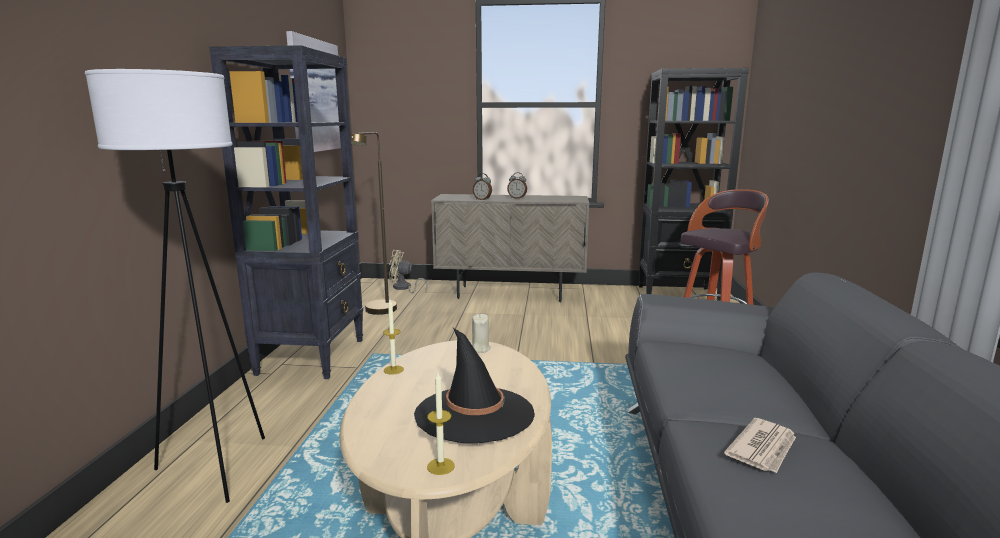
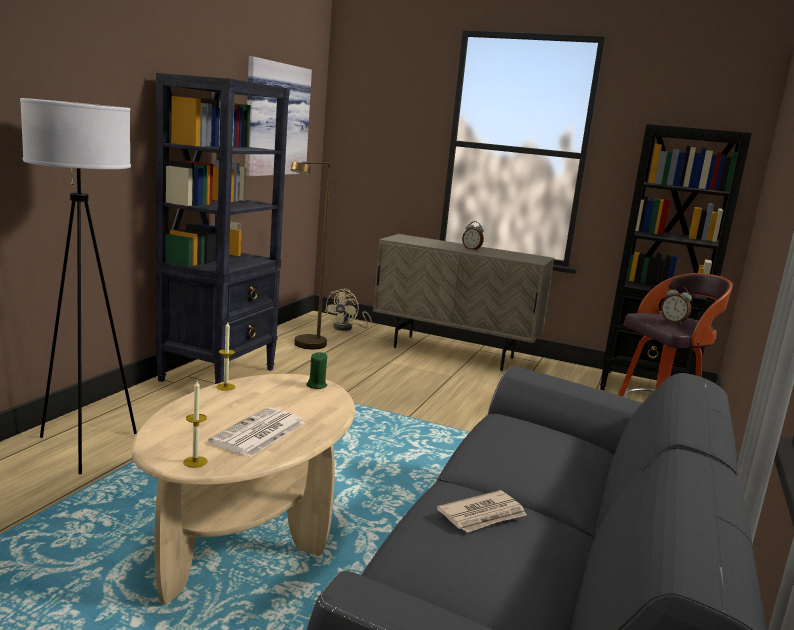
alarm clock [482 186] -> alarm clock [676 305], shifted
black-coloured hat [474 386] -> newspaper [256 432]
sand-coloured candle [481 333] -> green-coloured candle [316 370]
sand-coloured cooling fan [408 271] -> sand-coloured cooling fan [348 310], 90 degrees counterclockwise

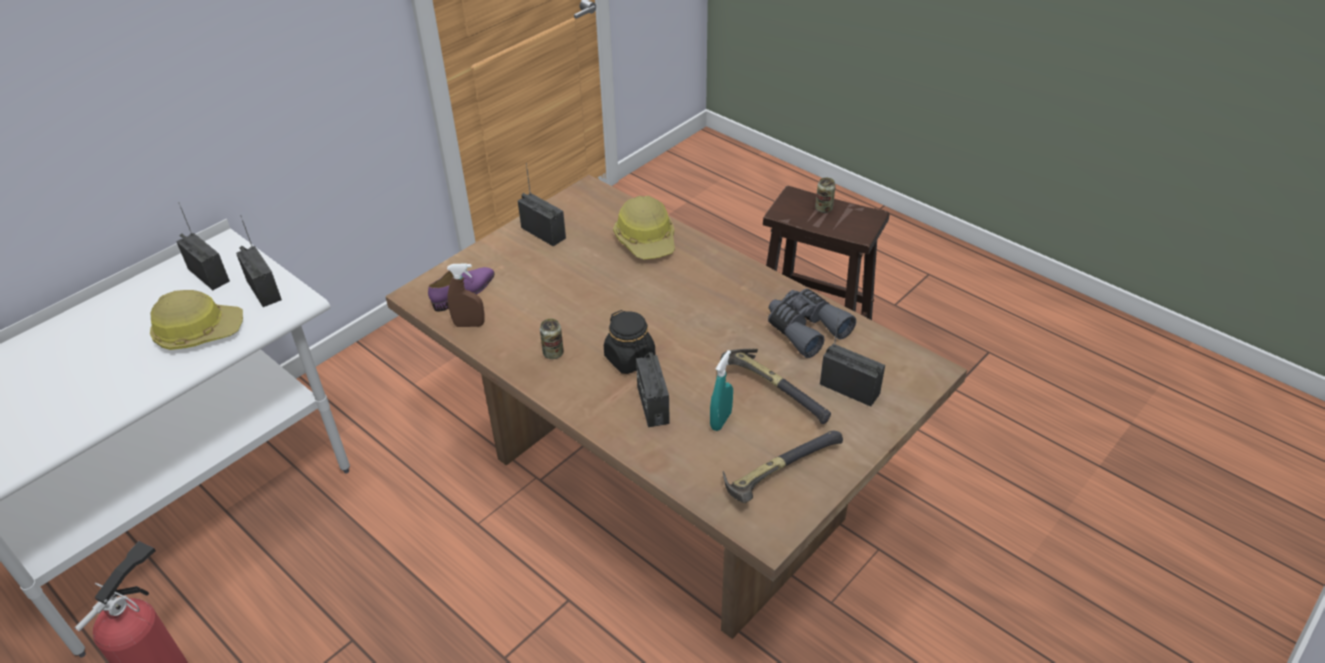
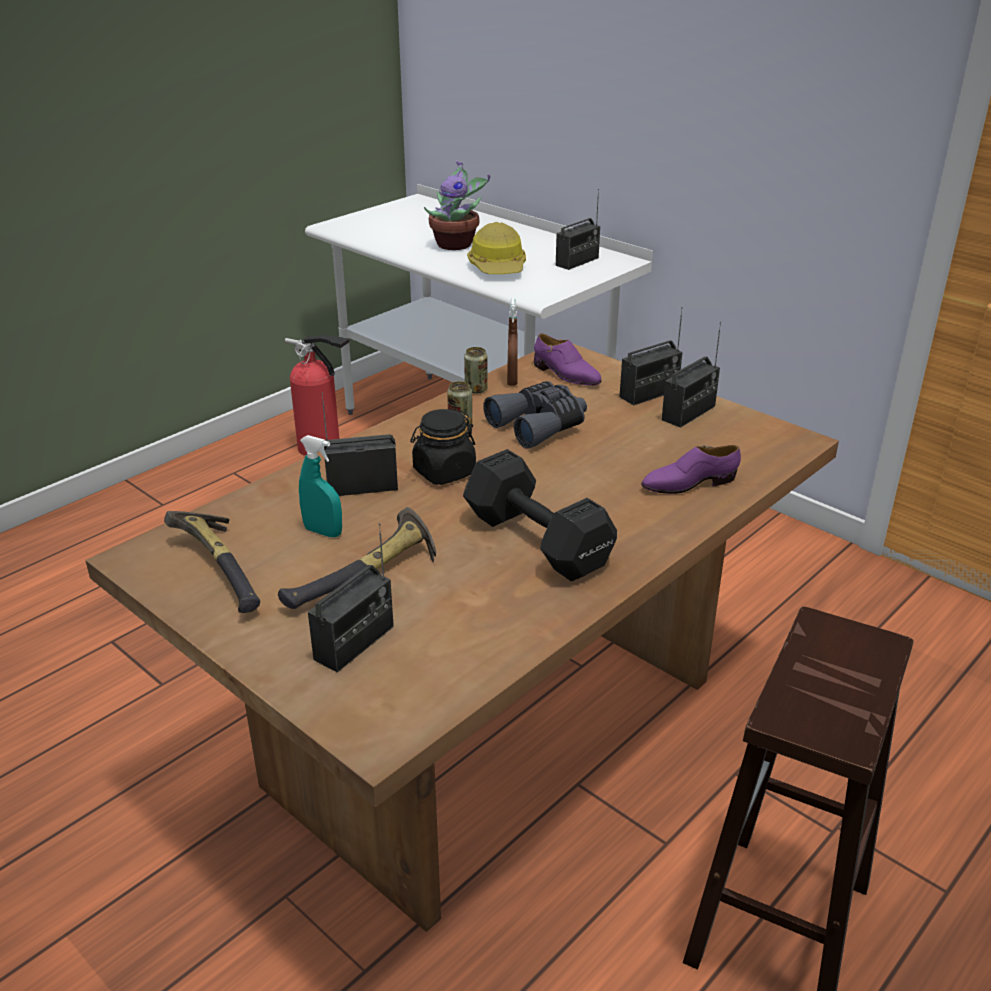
none -> plant in a pot [457 205]
none -> black-coloured dumbbell [540 515]
radio [259 261] -> radio [651 356], shifted
greyish binoculars [812 323] -> greyish binoculars [535 415], shifted
can [825 195] -> can [476 370], shifted
safety helmet [644 228] -> purple low shoe [691 469]

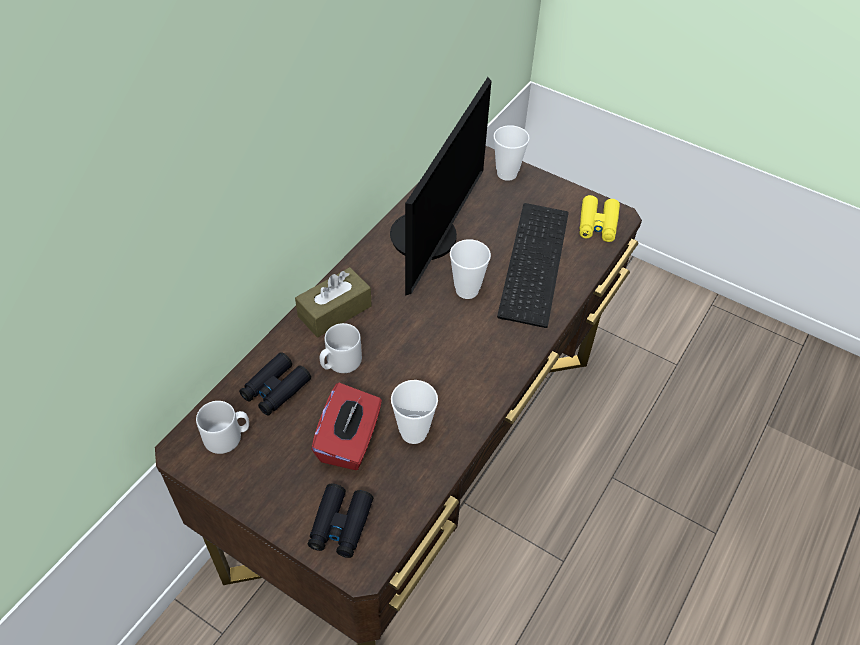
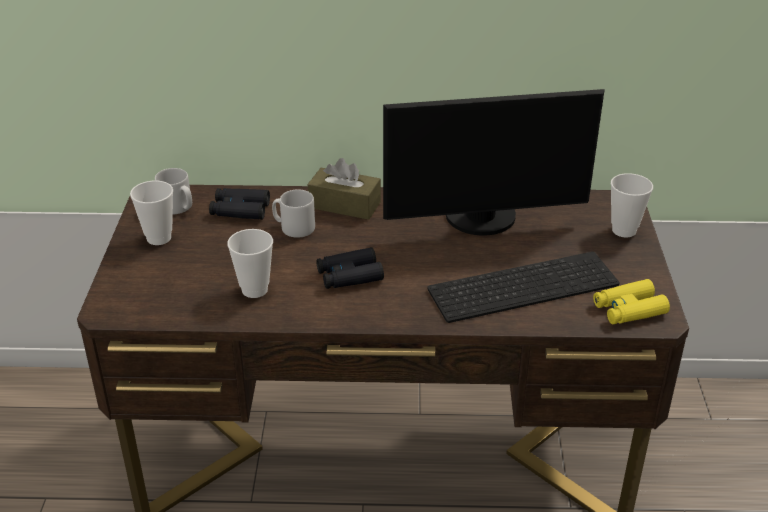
red box of tissues [346 426] -> none
black-coloured binoculars [340 521] -> black-coloured binoculars [350 268], shifted
drinking cup [470 269] -> drinking cup [151 213], shifted

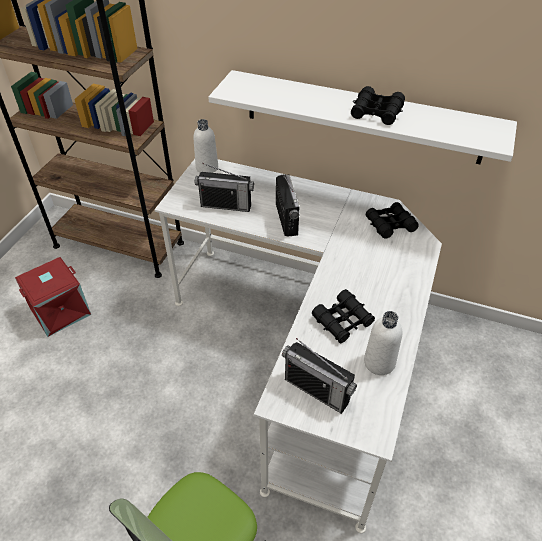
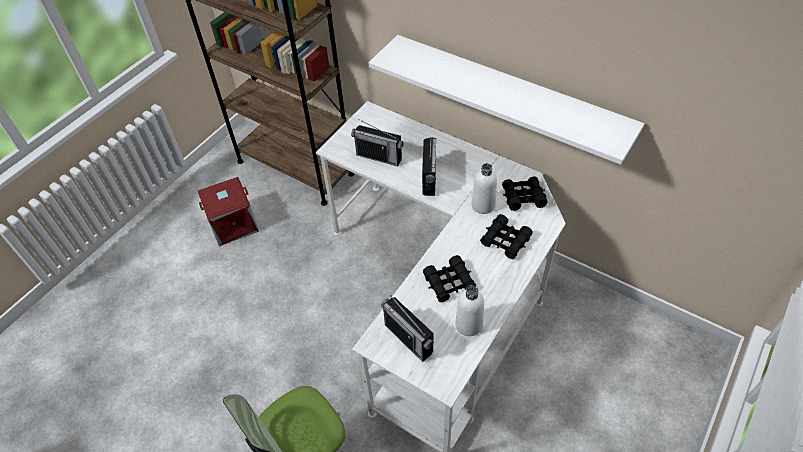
whitish drink bottle [206 146] -> whitish drink bottle [484 188], shifted
black-coloured binoculars [378 105] -> black-coloured binoculars [506 236], shifted

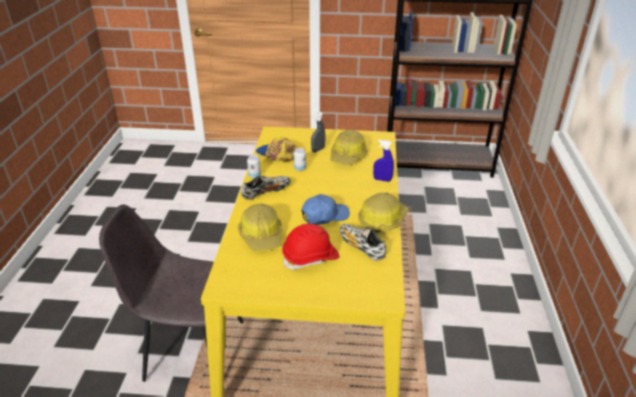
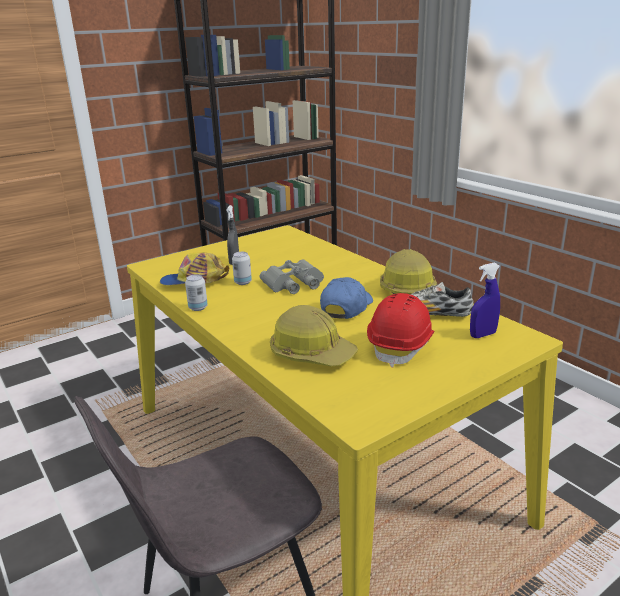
low shoe [266 187] -> none
safety helmet [349 147] -> none
none -> greyish binoculars [292 276]
blue-coloured spray bottle [383 161] -> blue-coloured spray bottle [485 300], shifted

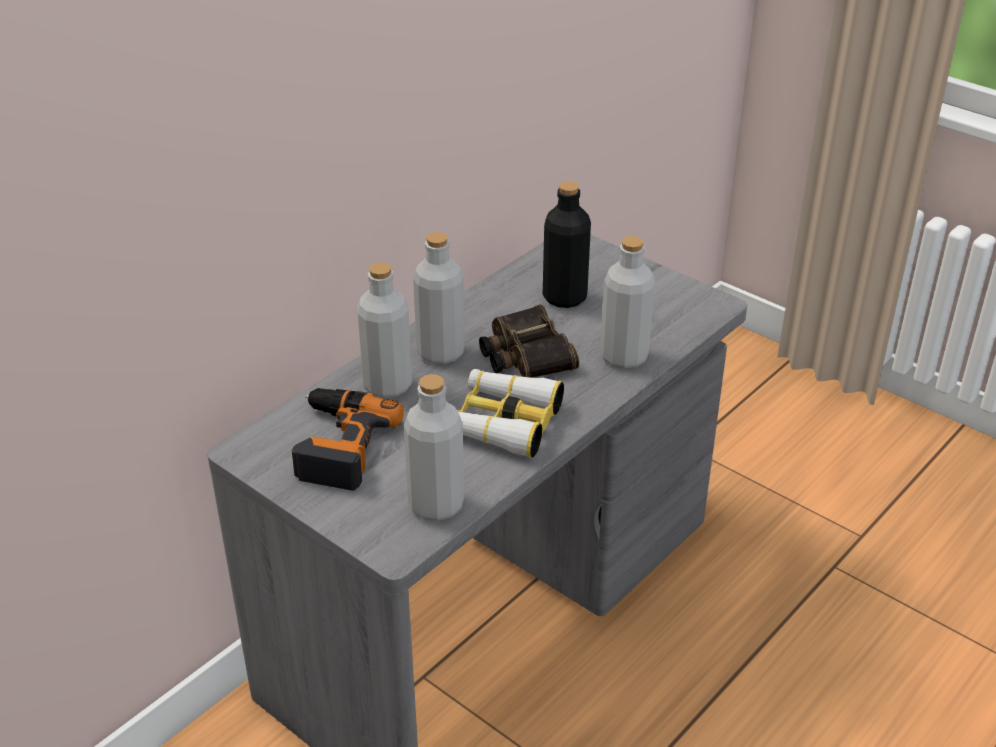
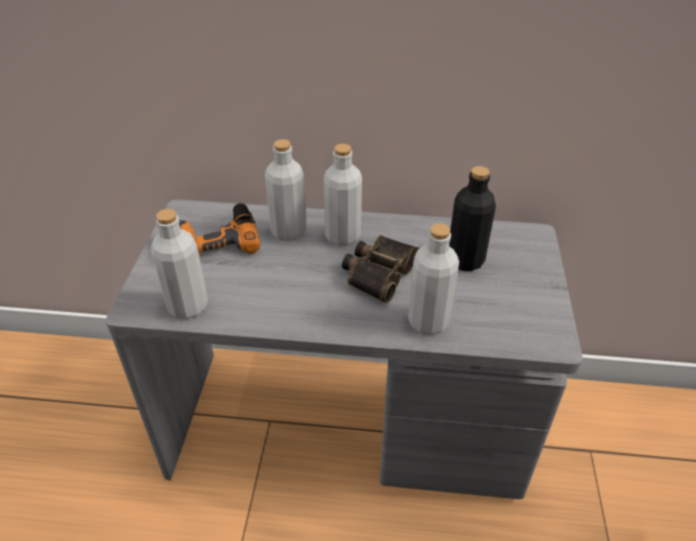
binoculars [510 413] -> none

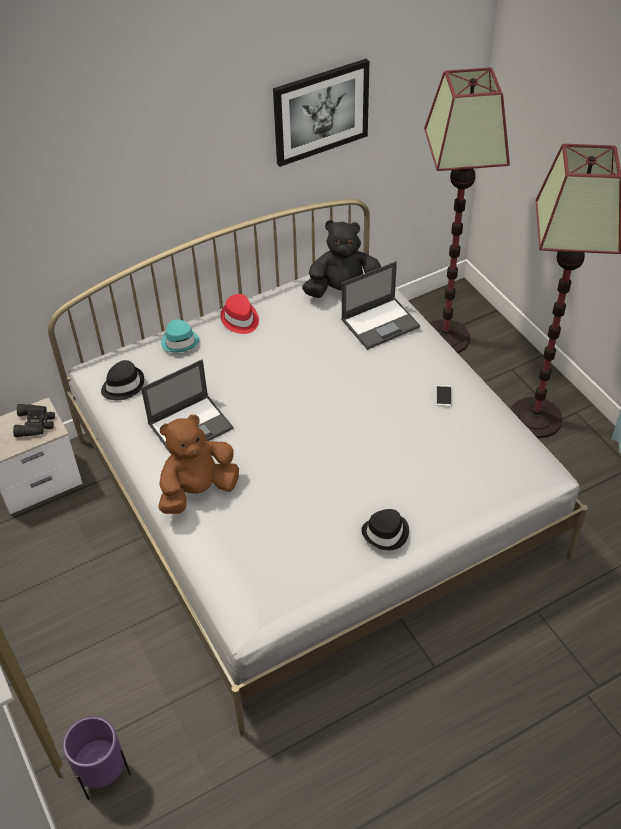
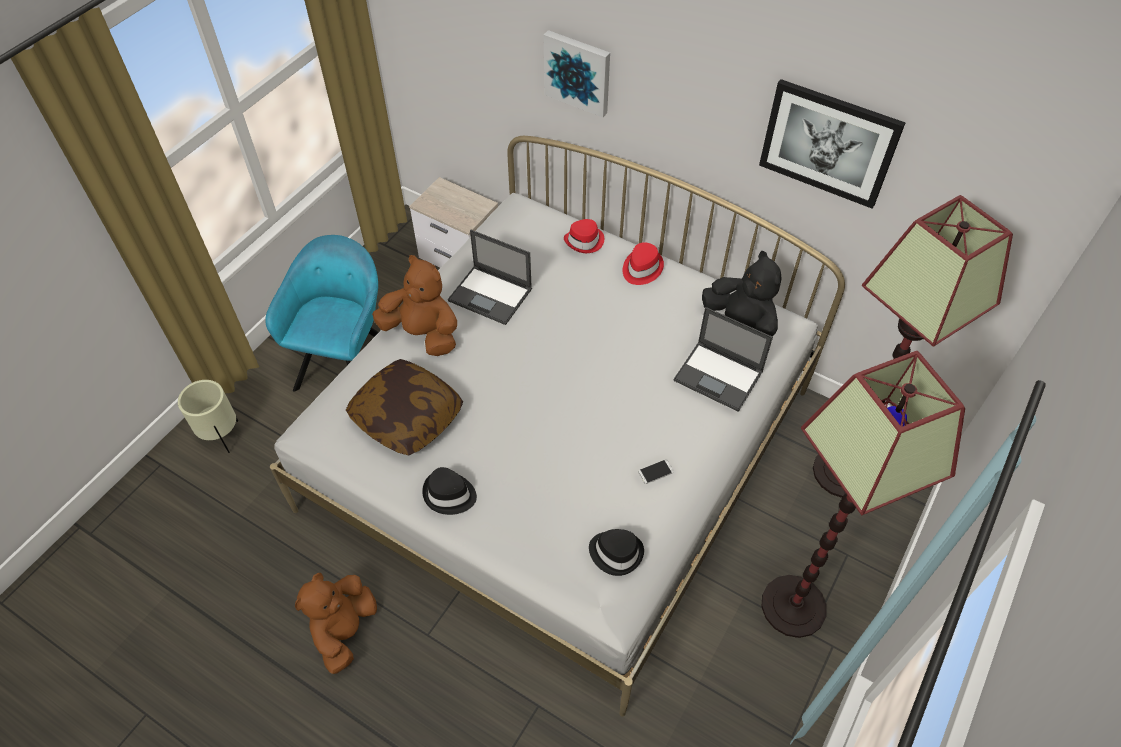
black-coloured binoculars [34 420] -> none
none -> turquoise-coloured armchair [322 313]
none -> brownish cuddly toy [336 623]
none -> cushion [404 407]
none -> wall picture [576 74]
black-coloured hat [122 380] -> black-coloured hat [616 552], shifted
purple flower pot [97 758] -> sand-coloured flower pot [208 416]
turquoise-coloured hat [180 335] -> red hat [584 236]

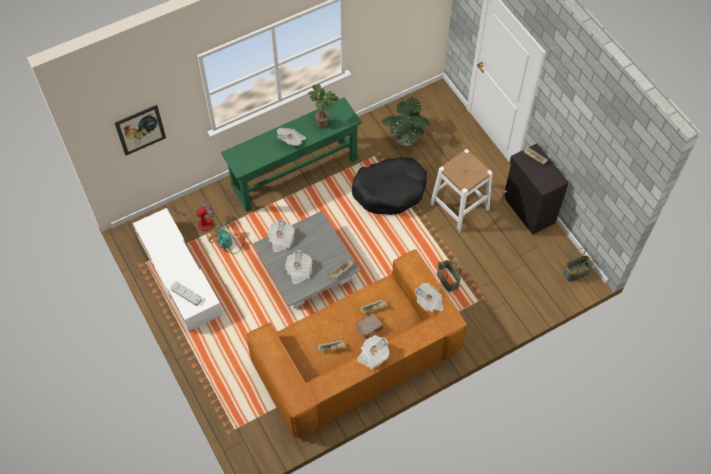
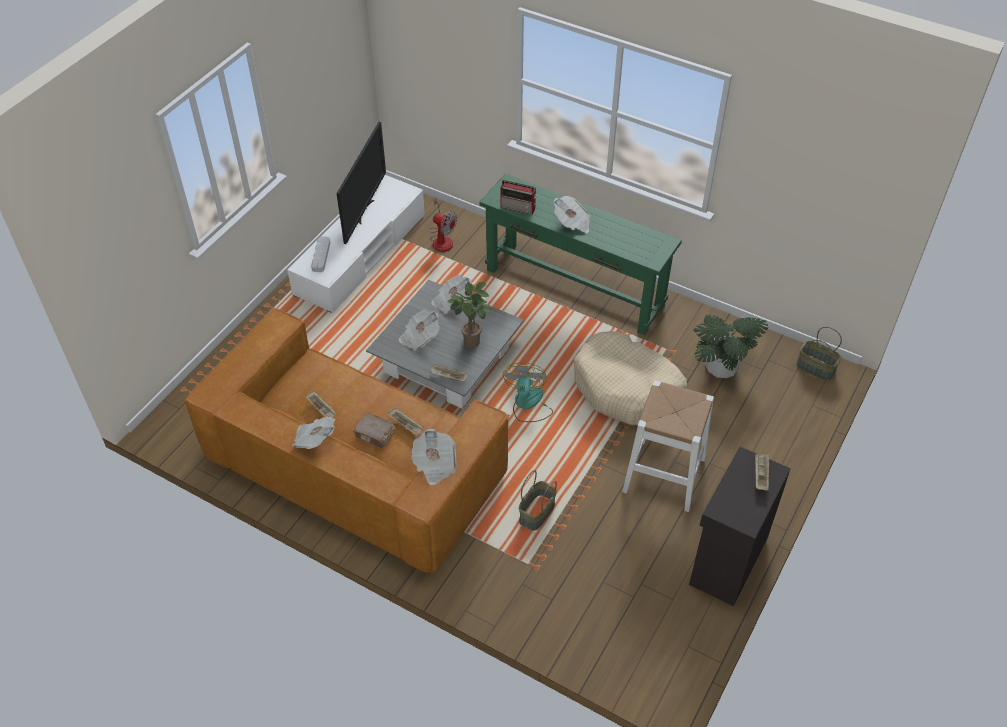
wall picture [140 130] -> none
none -> television [361 183]
none -> radio [519 197]
cooling fan [226 236] -> cooling fan [528 392], shifted
plant in a pot [323 106] -> plant in a pot [469 315], shifted
storage basket [578 265] -> storage basket [819 354], shifted
black-coloured dog cushion [389 186] -> sand-coloured dog cushion [630 378]

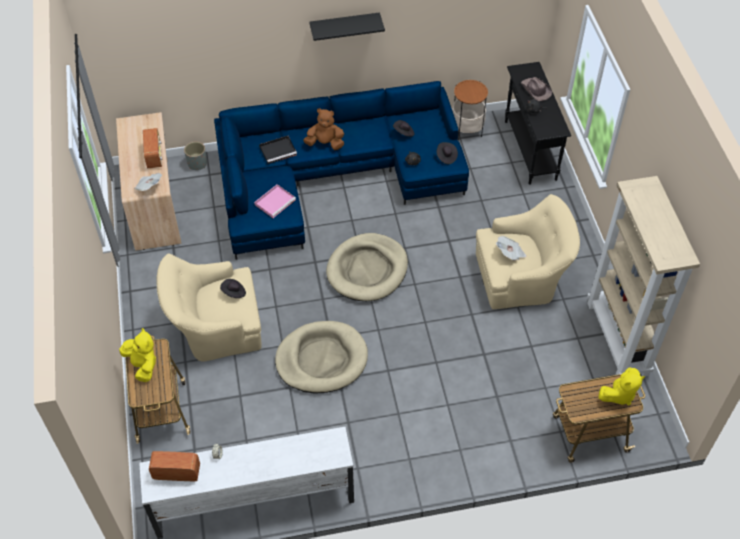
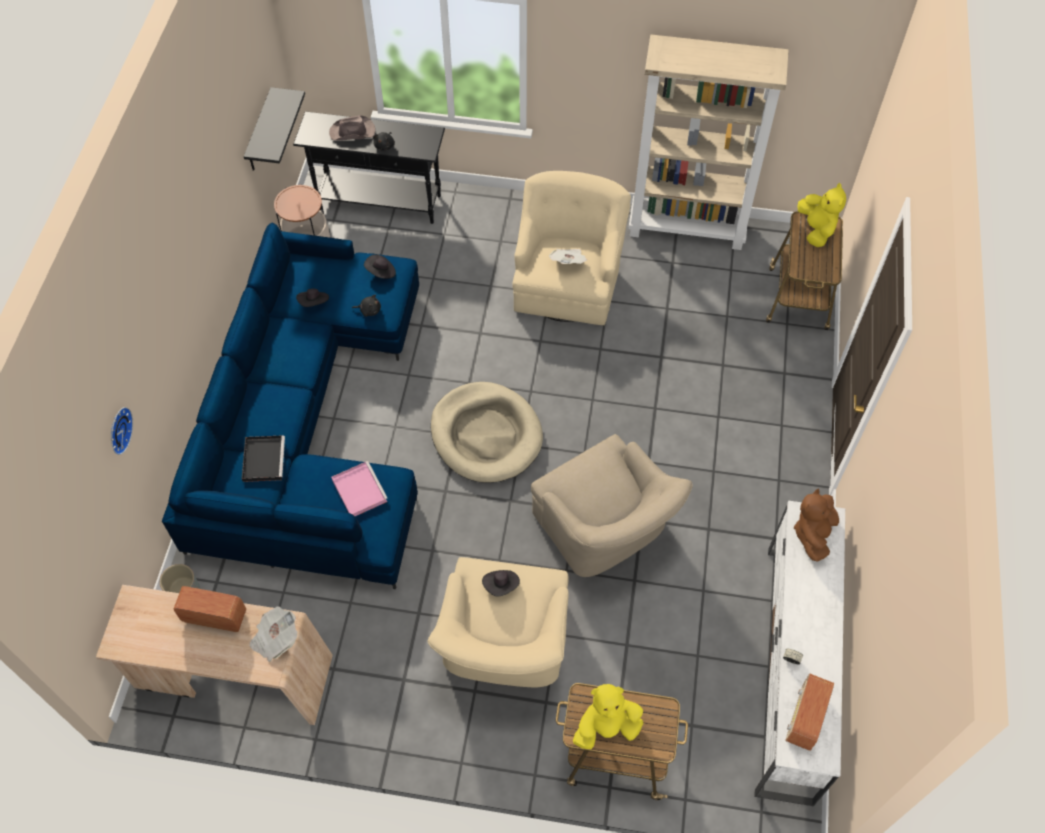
none -> clock on the wall [122 431]
brownish cuddly toy [323 129] -> brownish cuddly toy [816 525], shifted
black-coloured shelf [347 26] -> black-coloured shelf [274 129], shifted
sand-coloured dog cushion [321 357] -> sand-coloured armchair [612 505]

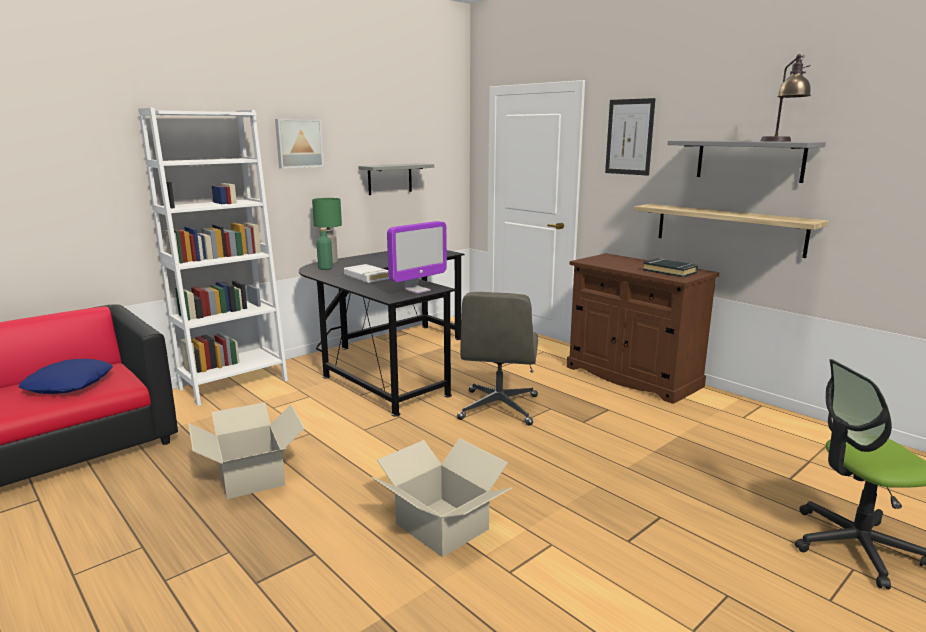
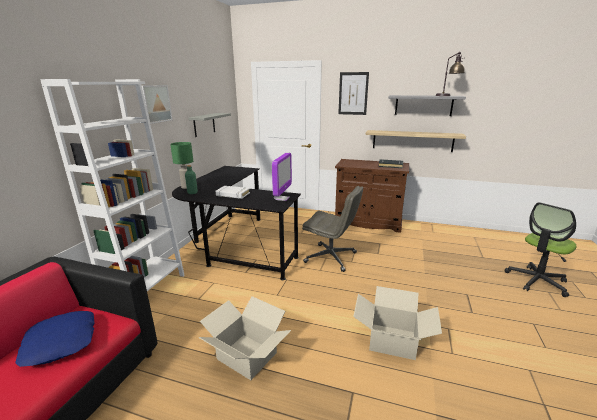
greyish computer chair [497 359] -> greyish computer chair [332 229], 45 degrees counterclockwise

